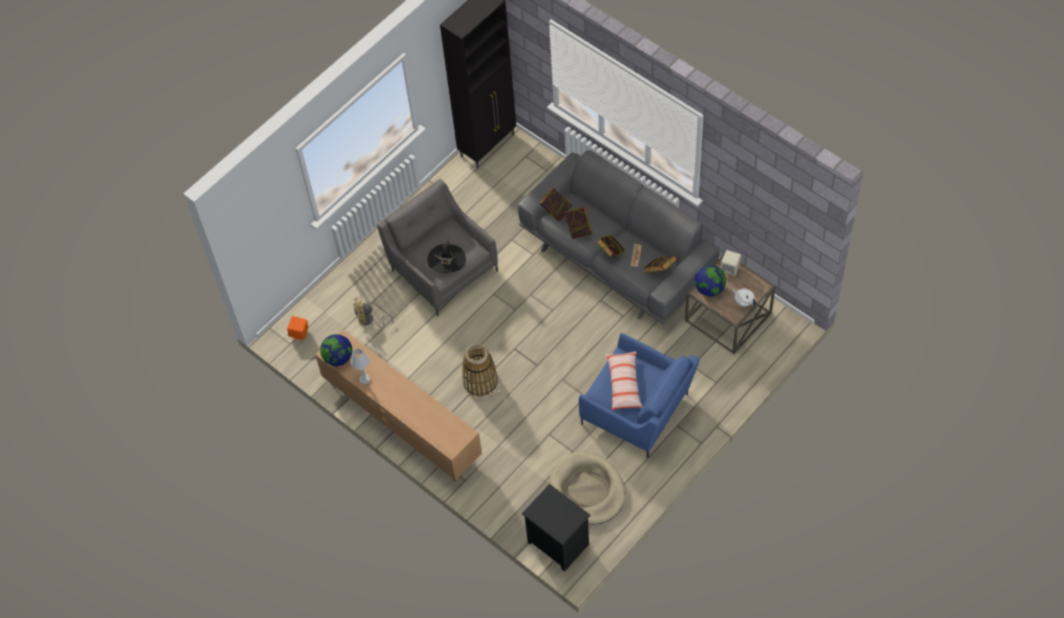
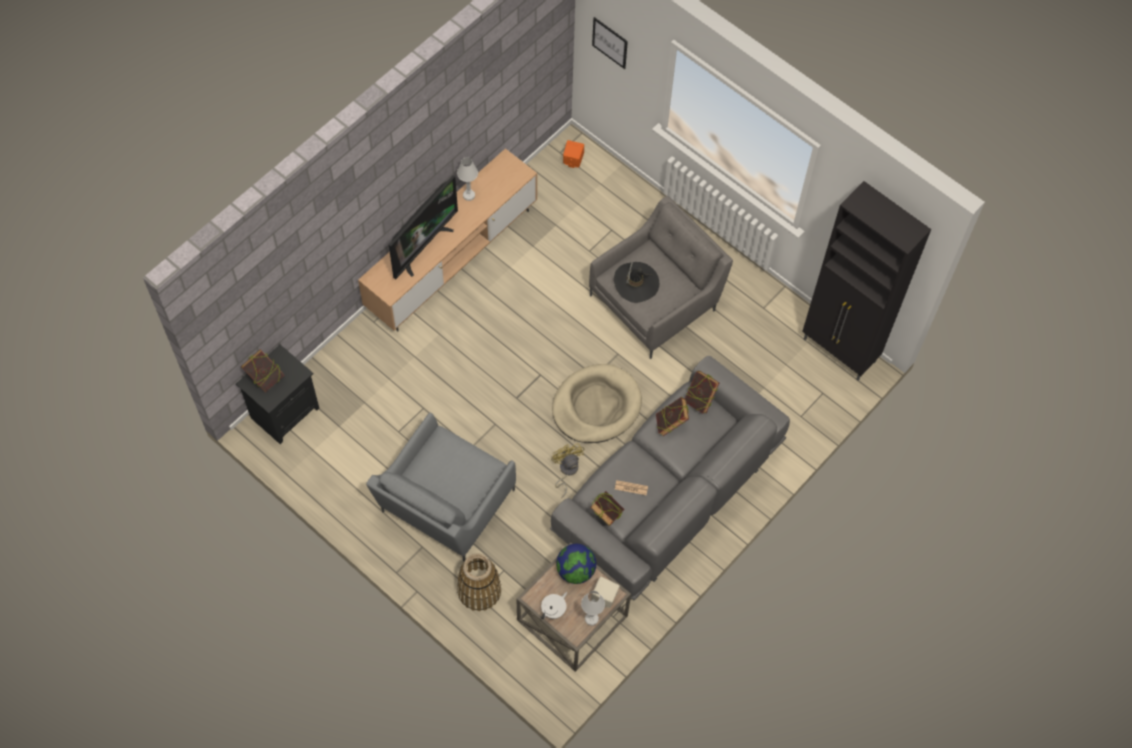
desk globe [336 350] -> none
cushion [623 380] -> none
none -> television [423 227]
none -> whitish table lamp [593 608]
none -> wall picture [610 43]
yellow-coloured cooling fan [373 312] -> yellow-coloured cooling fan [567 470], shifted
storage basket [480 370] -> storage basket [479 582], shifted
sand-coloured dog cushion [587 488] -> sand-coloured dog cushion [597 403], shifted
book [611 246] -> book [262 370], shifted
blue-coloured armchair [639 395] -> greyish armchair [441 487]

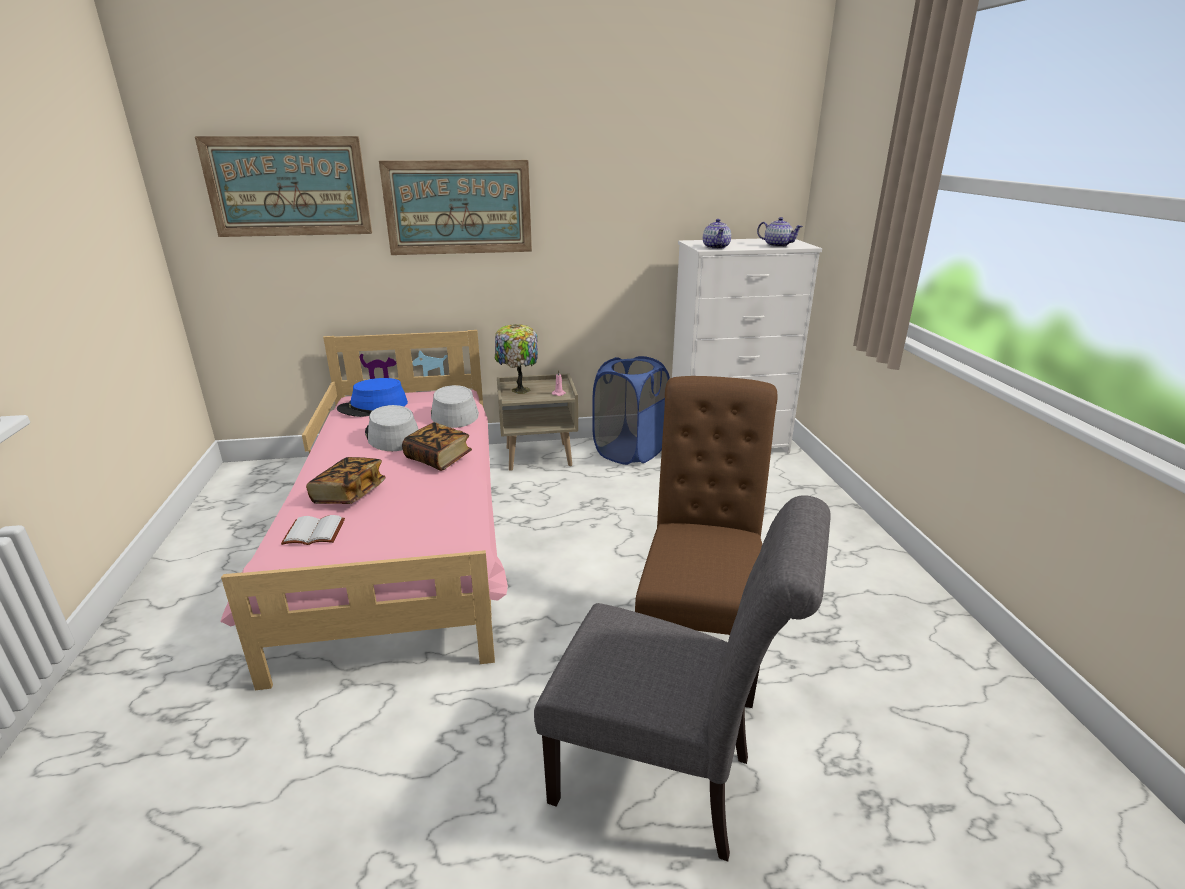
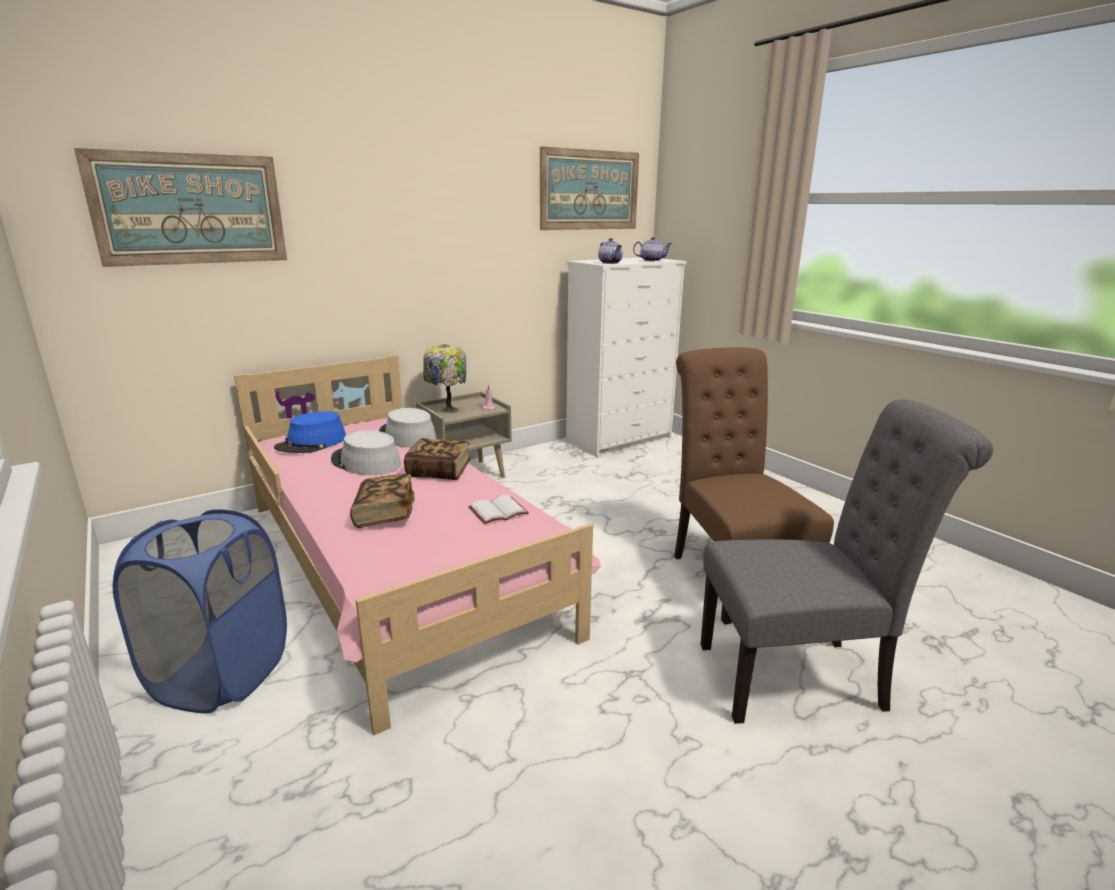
whitish book [313 530] -> whitish book [498 509], shifted
wall picture [455 207] -> wall picture [589 188], shifted
blue-coloured hamper [631 410] -> blue-coloured hamper [200 611], shifted

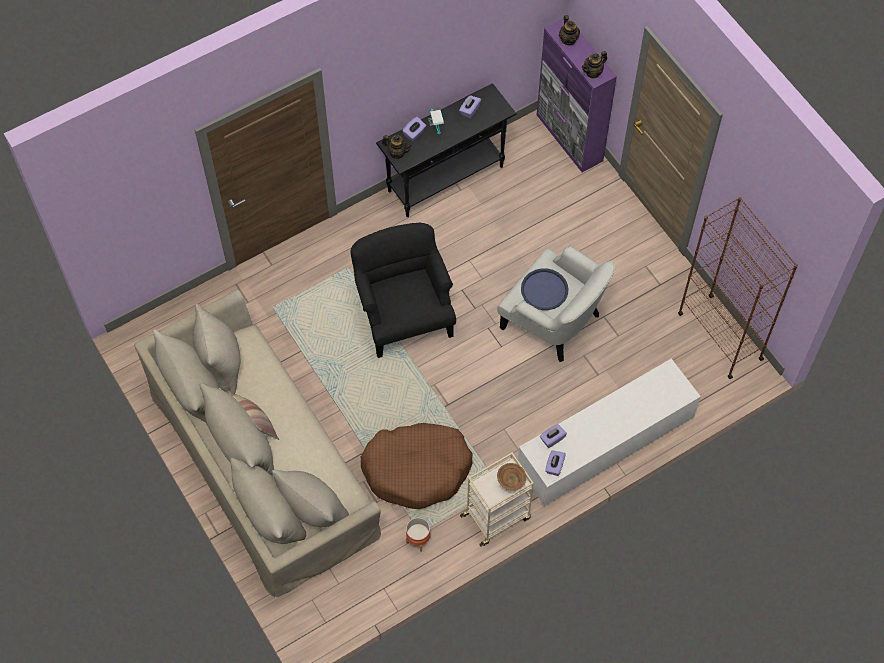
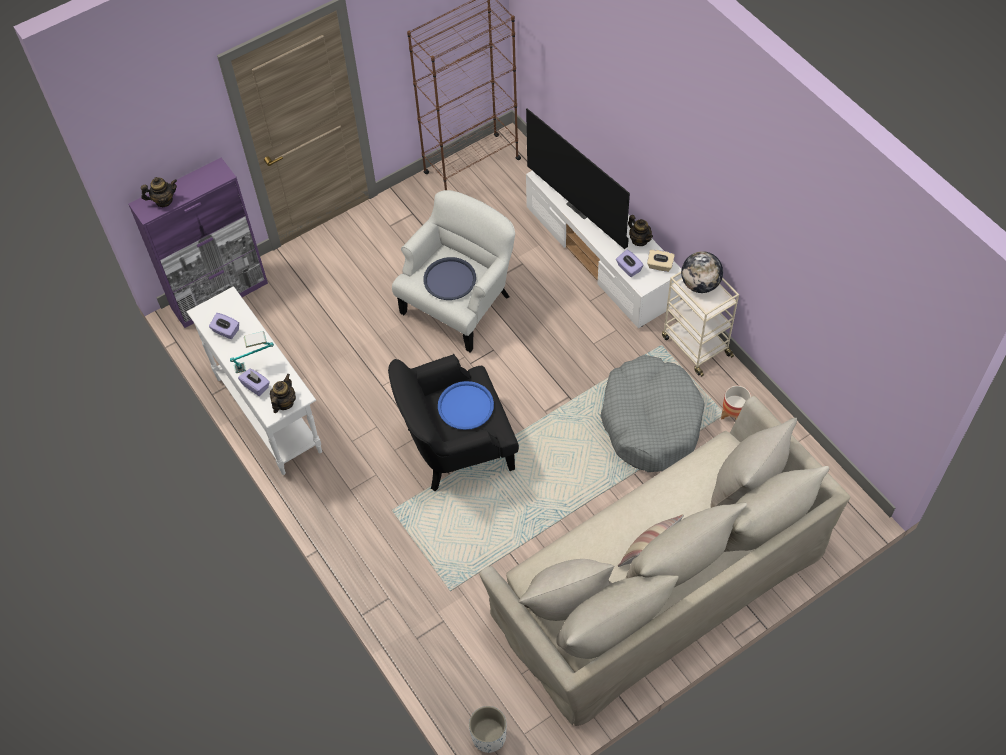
none -> blue-coloured carrying tray [466 405]
none -> whitish flower pot [487 729]
none -> television [578 178]
tea pot [594 65] -> tea pot [640 230], shifted
brownish bowl [511 476] -> desk globe [702 272]
brownish dog cushion [417 466] -> greyish dog cushion [652 413]
black-coloured console table [446 150] -> whitish console table [254 380]
purple box of tissues [555 463] -> sand-coloured box of tissues [661 261]

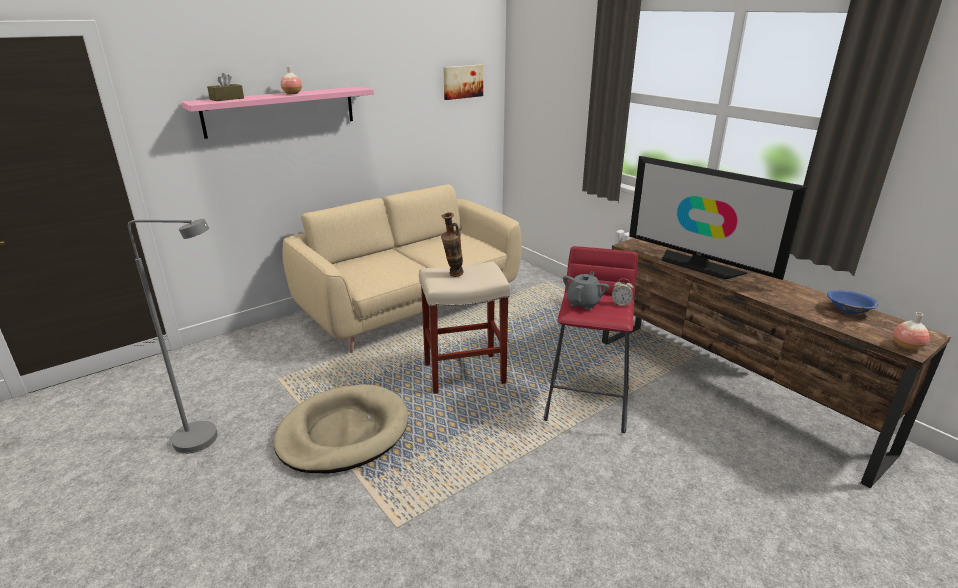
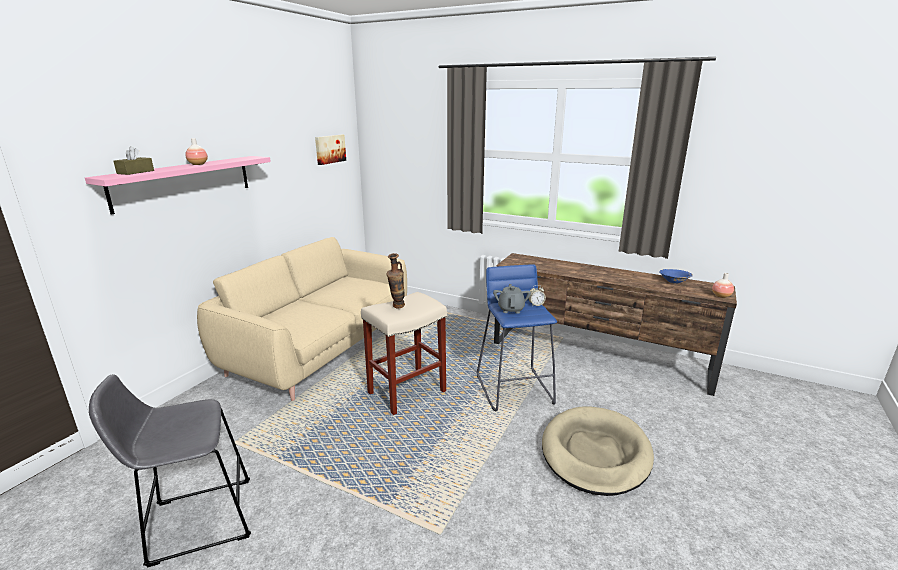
television [718 218] -> none
sand-coloured dog cushion [341 428] -> sand-coloured dog cushion [598 451], shifted
greyish standard lamp [173 336] -> greyish stool [170 471]
red stool [591 339] -> blue-coloured stool [517 337]

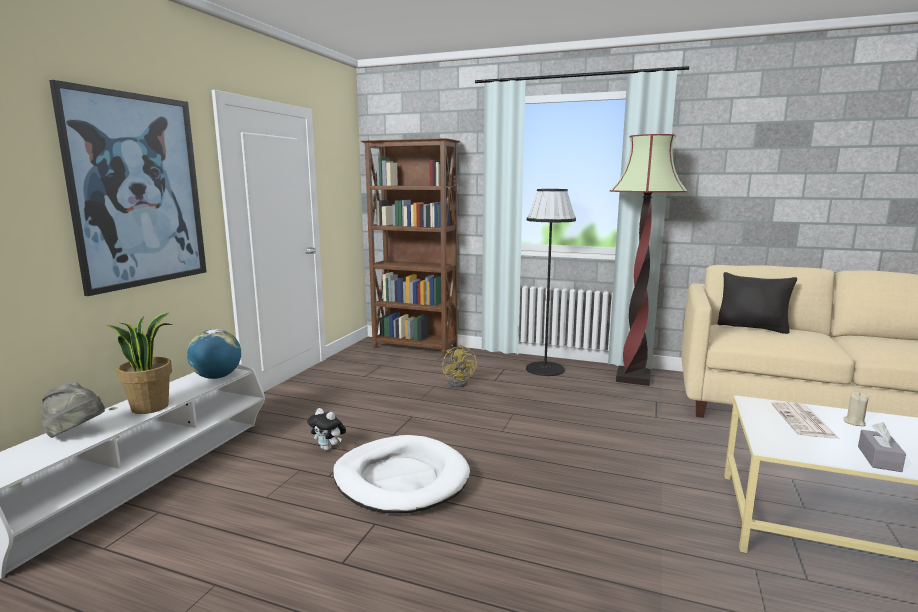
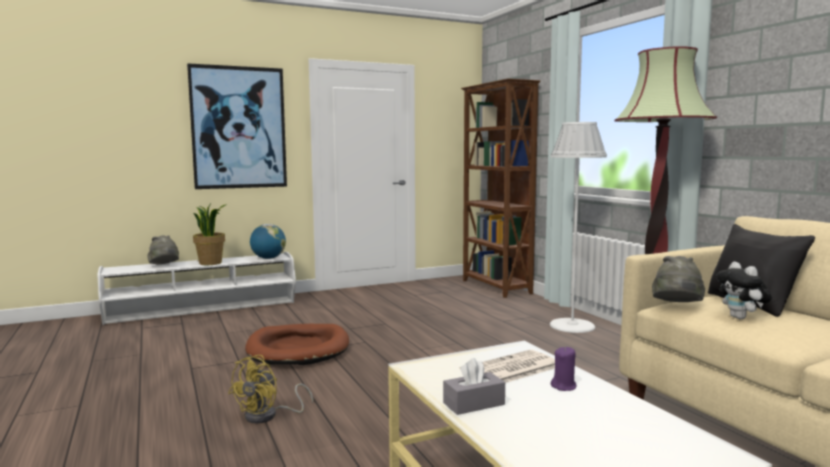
none -> greyish hat [678 279]
cuddly toy [326 429] -> cuddly toy [744 290], shifted
yellow-coloured cooling fan [459 366] -> yellow-coloured cooling fan [270 389], shifted
whitish dog cushion [401 474] -> brownish dog cushion [297 344]
black-coloured standard lamp [551 282] -> whitish standard lamp [578 227]
sand-coloured candle [856 409] -> purple candle [564 368]

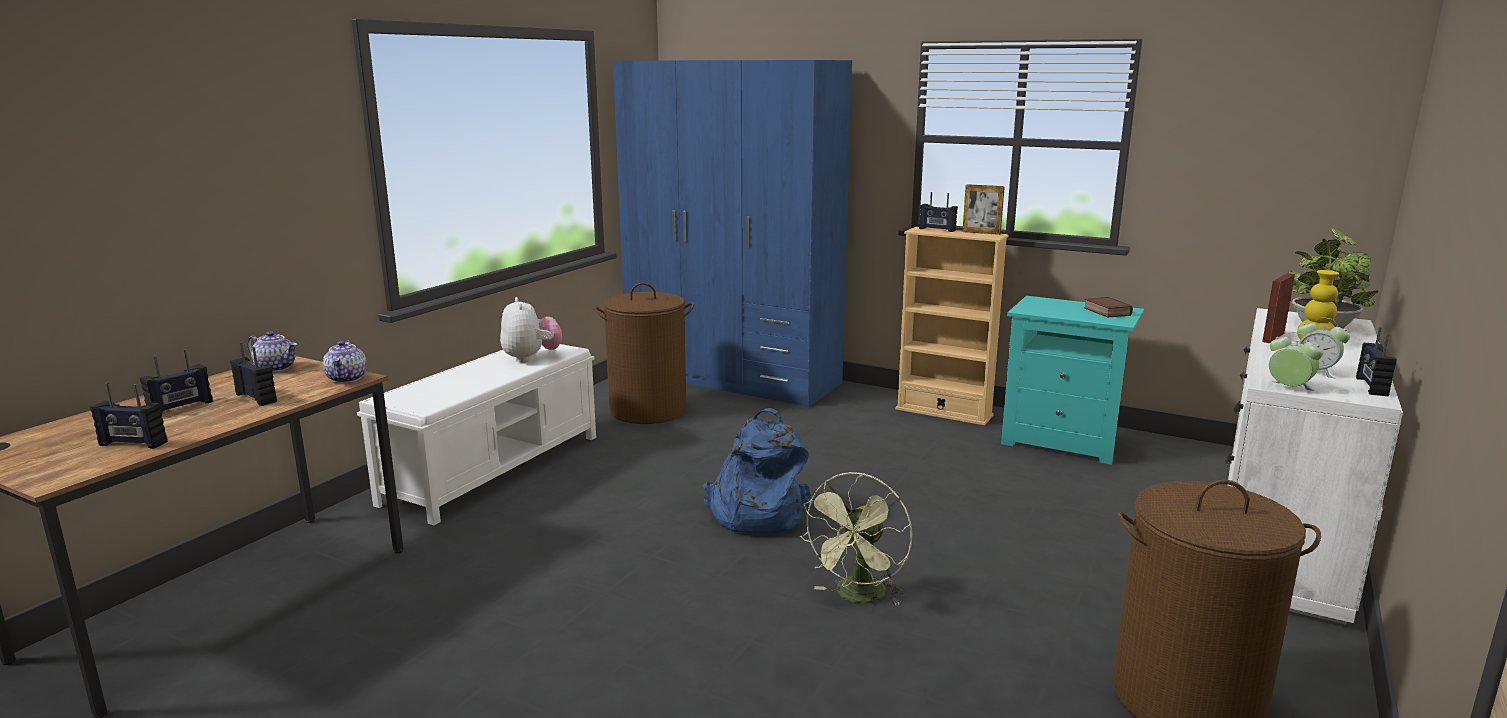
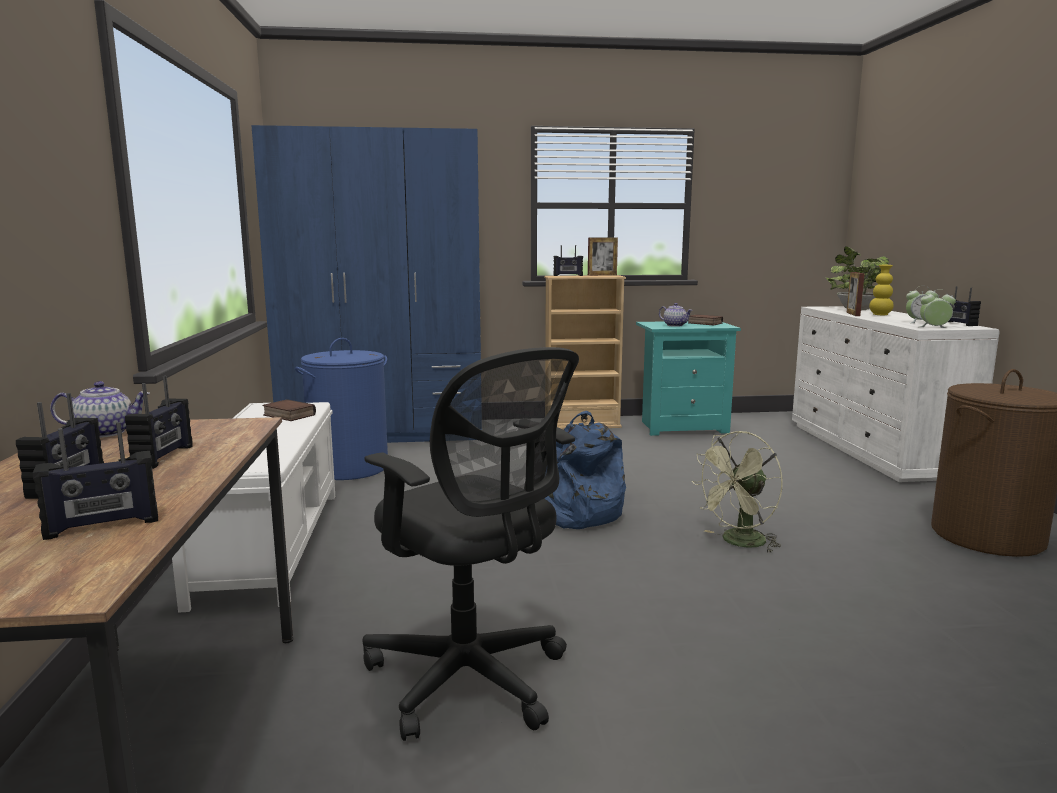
none -> black-coloured computer chair [470 544]
tea pot [345 362] -> tea pot [676 315], shifted
cuddly toy [531 330] -> book [289 410]
brownish hamper [644 353] -> blue-coloured hamper [341 409]
radio [253 374] -> radio [159 422], 90 degrees clockwise
green-coloured cooling fan [856 539] -> green-coloured cooling fan [737 492], 60 degrees clockwise

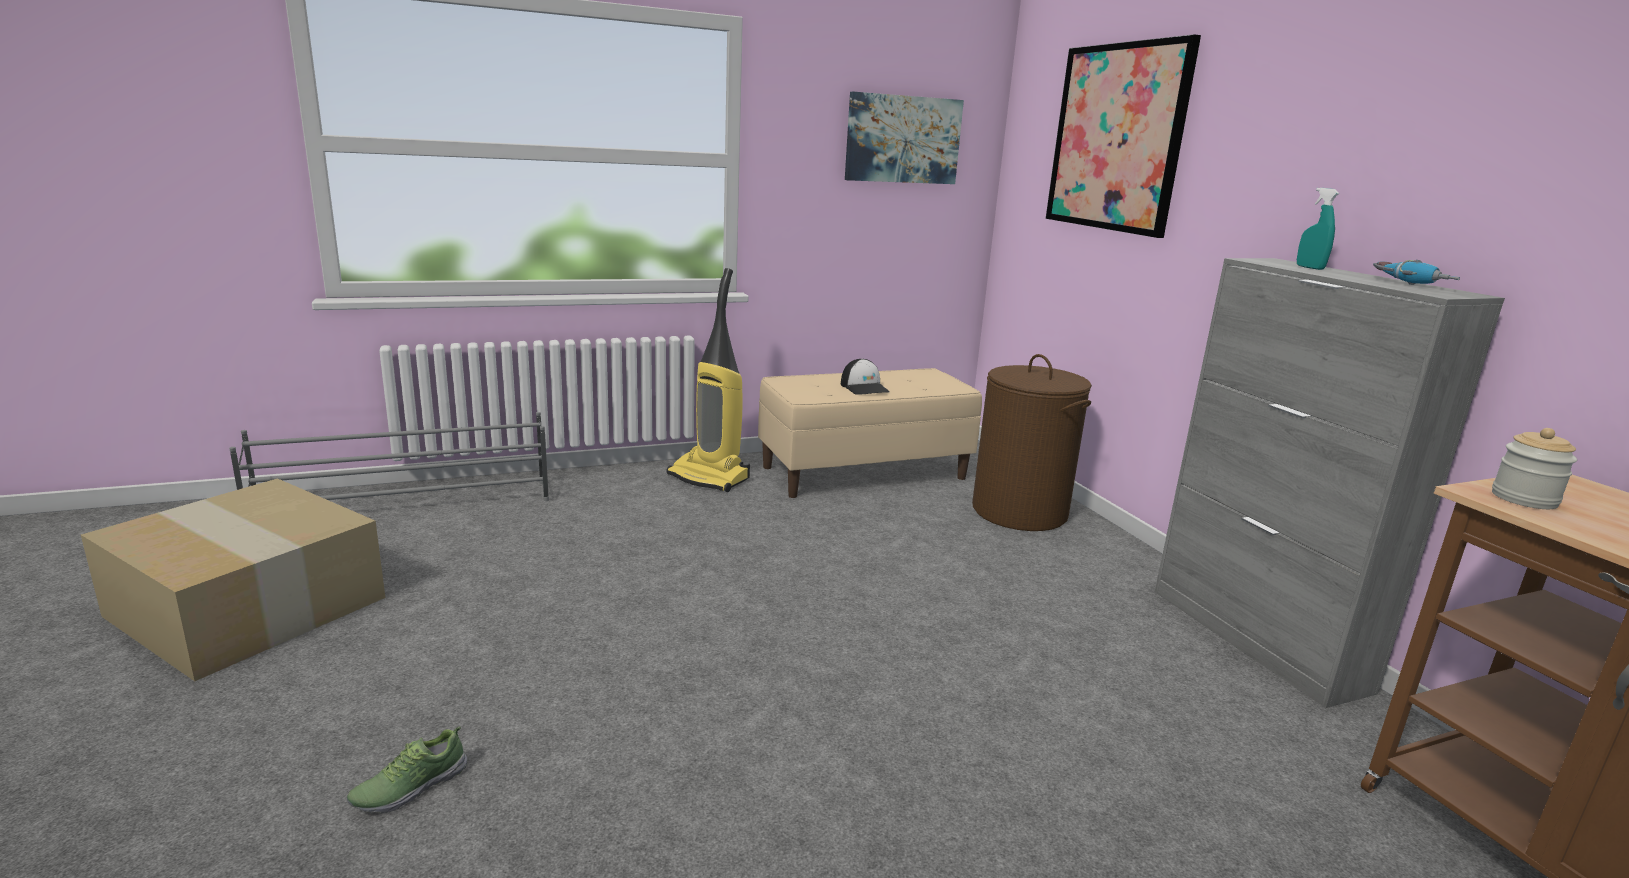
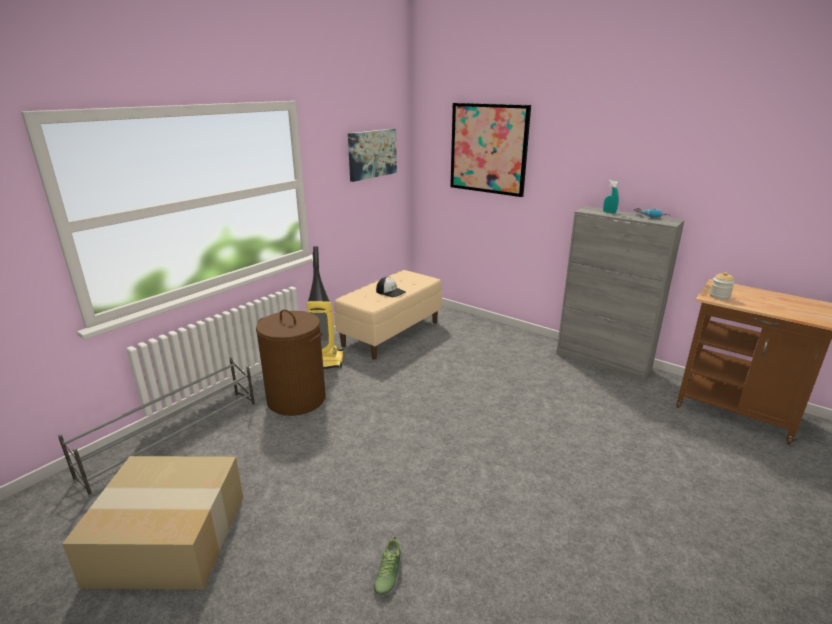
brownish hamper [1032 442] -> brownish hamper [291 363], shifted

